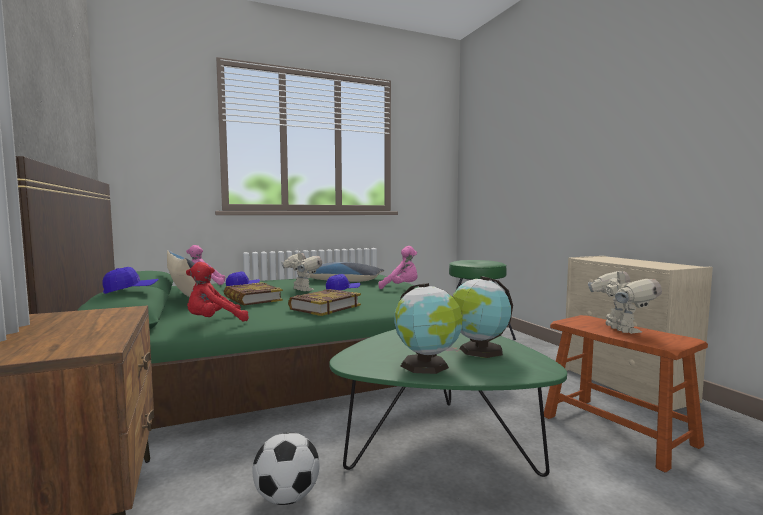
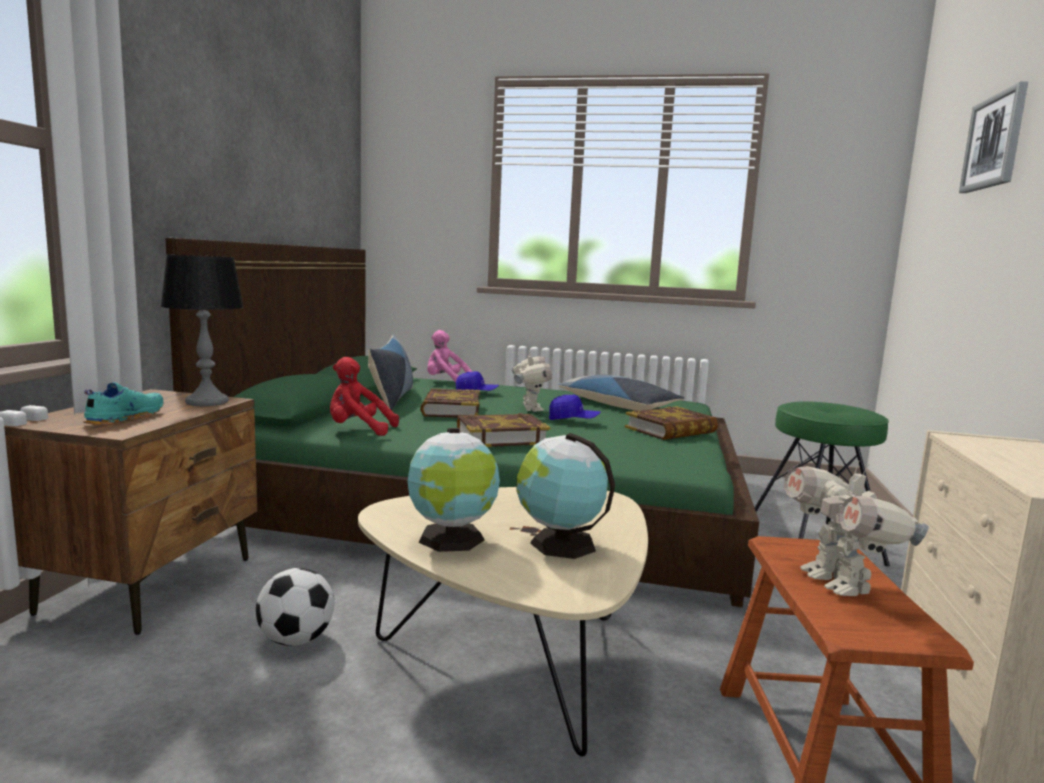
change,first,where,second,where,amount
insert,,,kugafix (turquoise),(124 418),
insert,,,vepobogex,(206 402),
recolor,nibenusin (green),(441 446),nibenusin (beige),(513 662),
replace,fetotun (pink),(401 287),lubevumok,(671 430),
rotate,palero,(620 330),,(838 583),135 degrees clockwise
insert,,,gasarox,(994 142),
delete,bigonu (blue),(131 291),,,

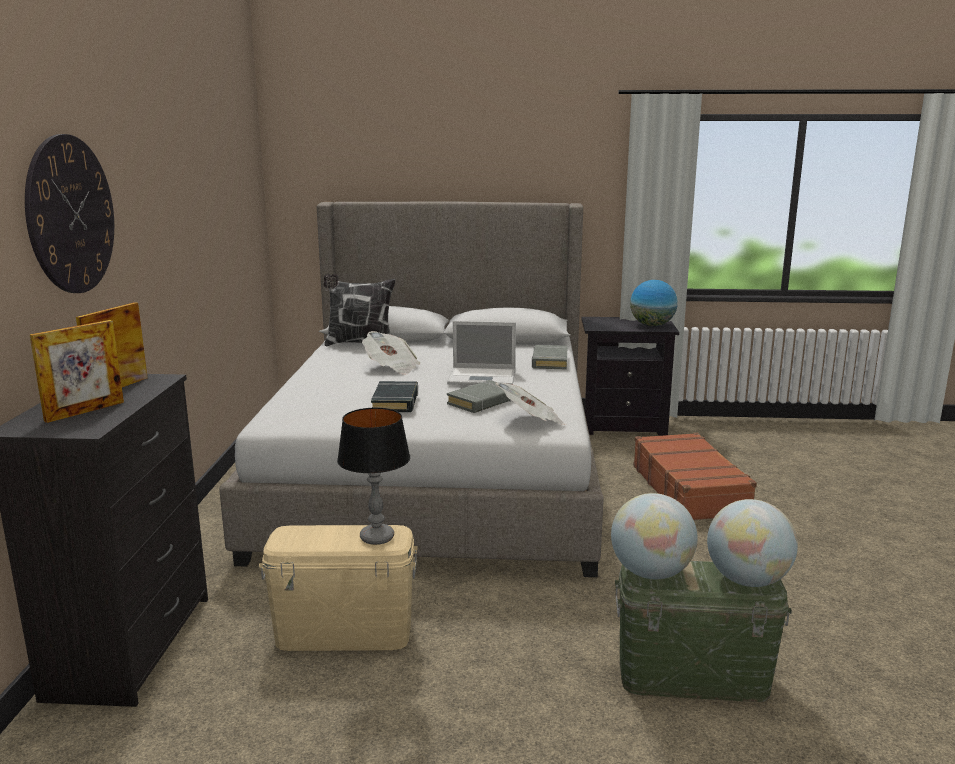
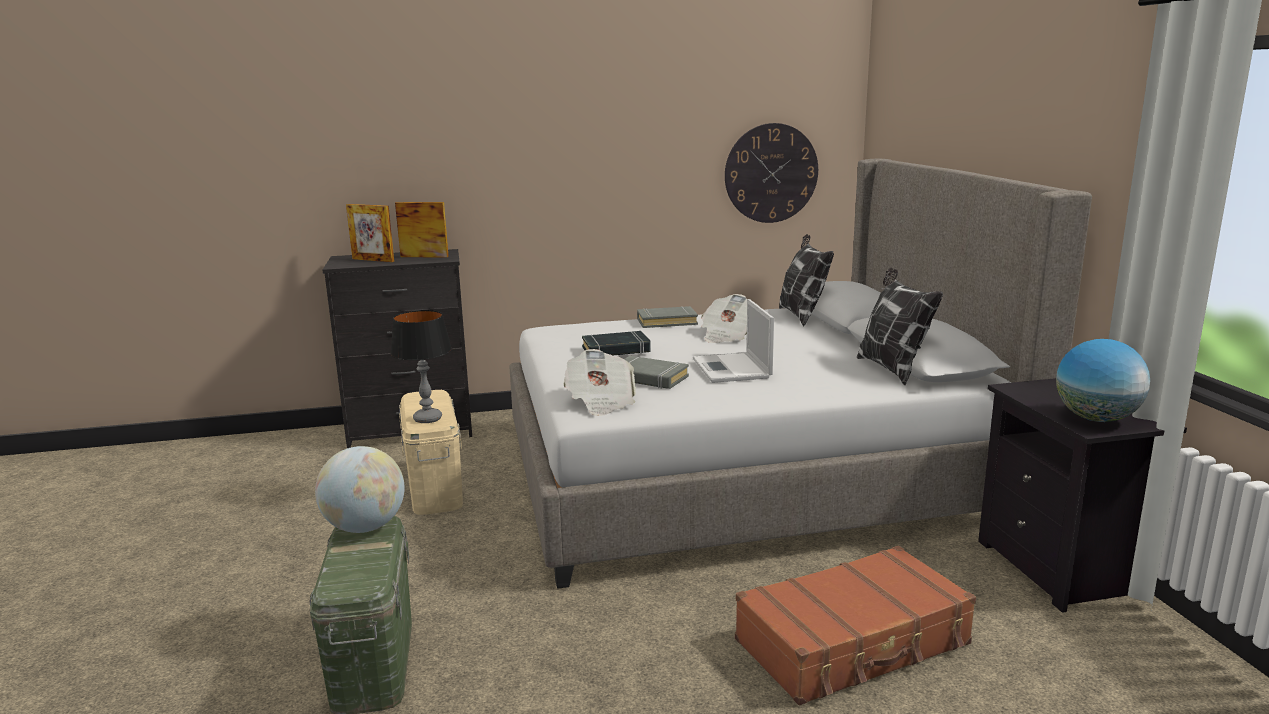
change,first,where,second,where,amount
move,lubevumok (grey),(549 361),,(667 322),
move,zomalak,(71 215),,(771 173),
insert,,,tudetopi,(892 369),
delete,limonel,(747 580),,,

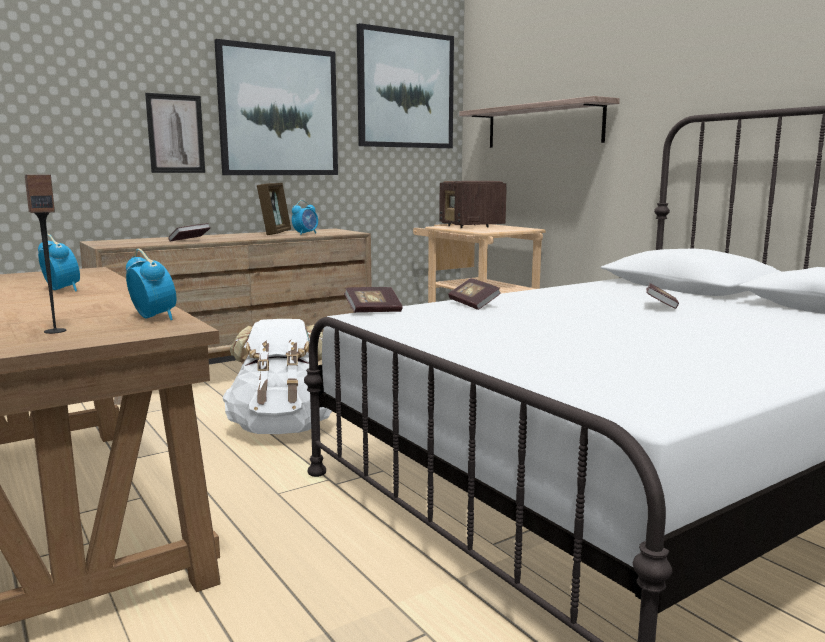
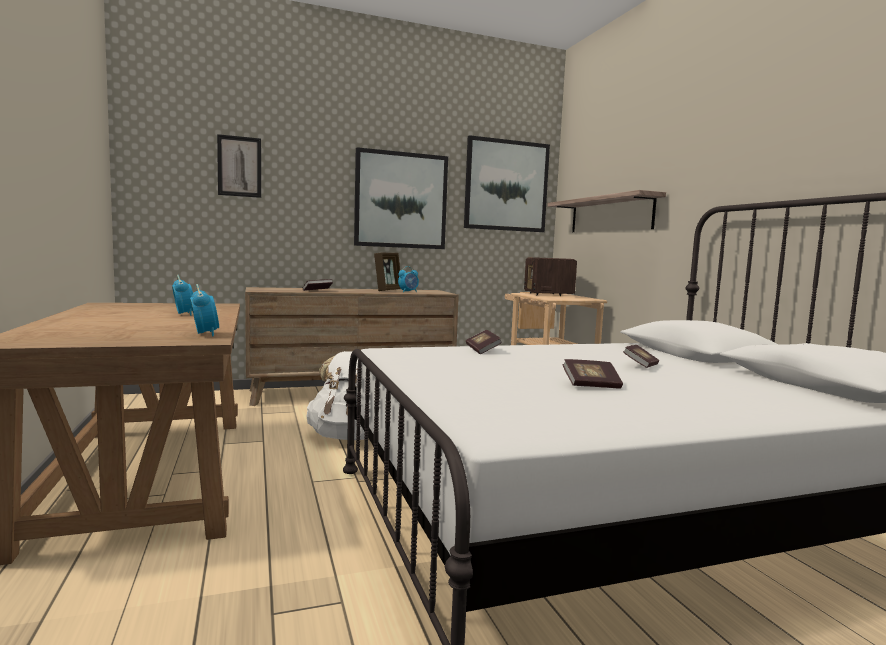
change,first,where,second,where,amount
move,gasarox,(175 134),,(239 166),
move,lubevumok,(373 311),,(591 385),
delete,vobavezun,(55 331),,,

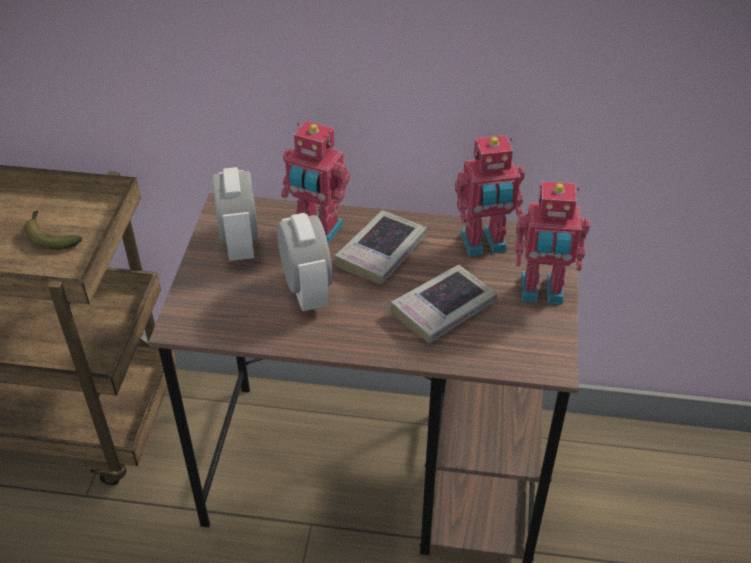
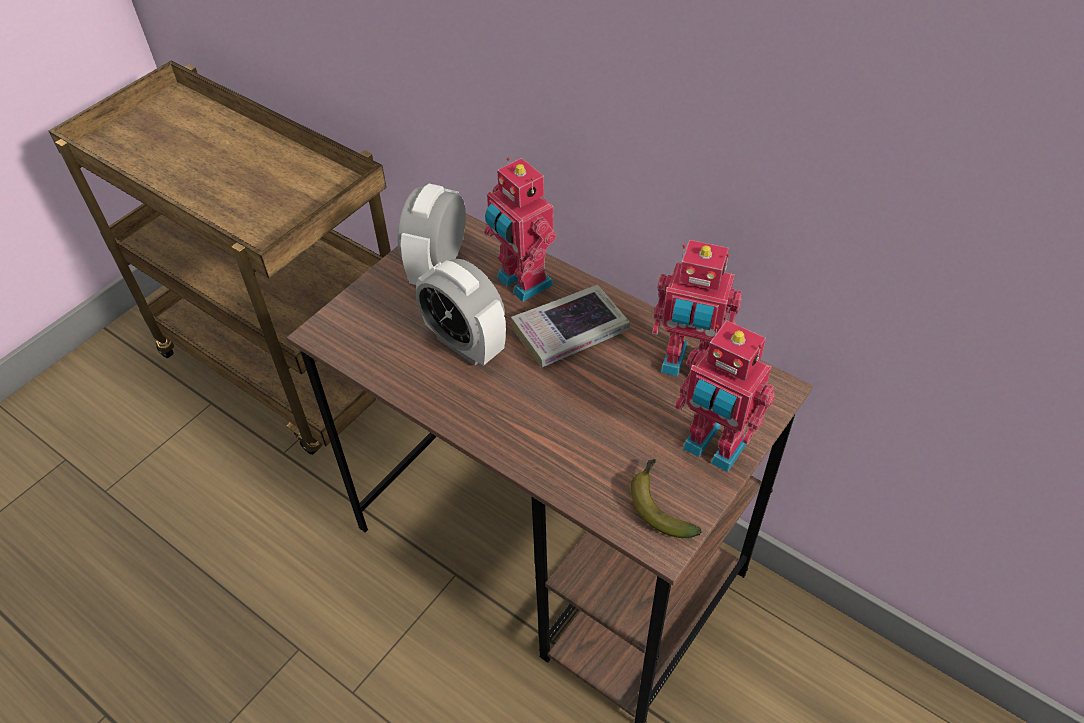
change,first,where,second,where,amount
rotate,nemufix,(306 291),,(465 344),120 degrees clockwise
move,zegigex,(50 236),,(659 504),
delete,lubevumok,(443 309),,,

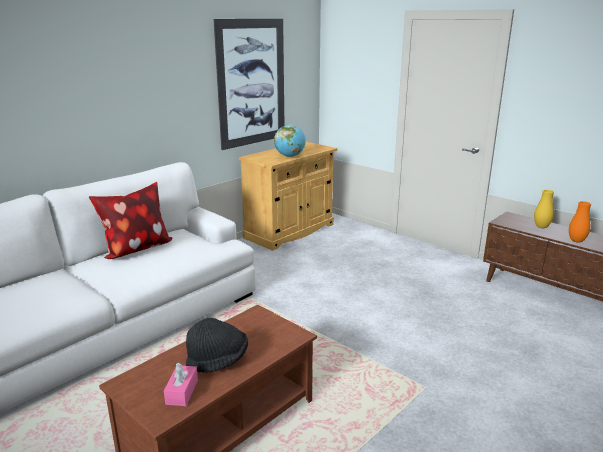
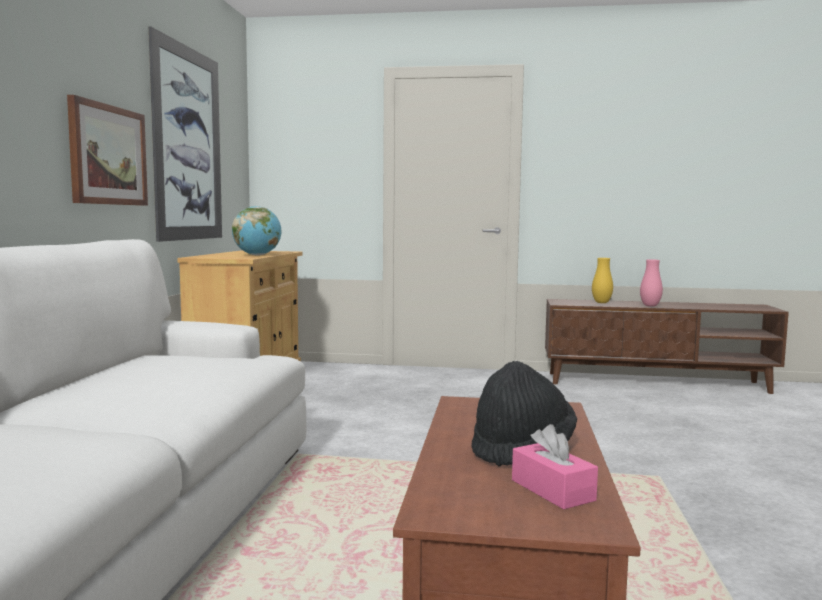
change,first,where,second,where,amount
insert,,,gasarox,(108 155),
recolor,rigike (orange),(576 241),rigike (pink),(650 306),
delete,tudetopi,(136 249),,,

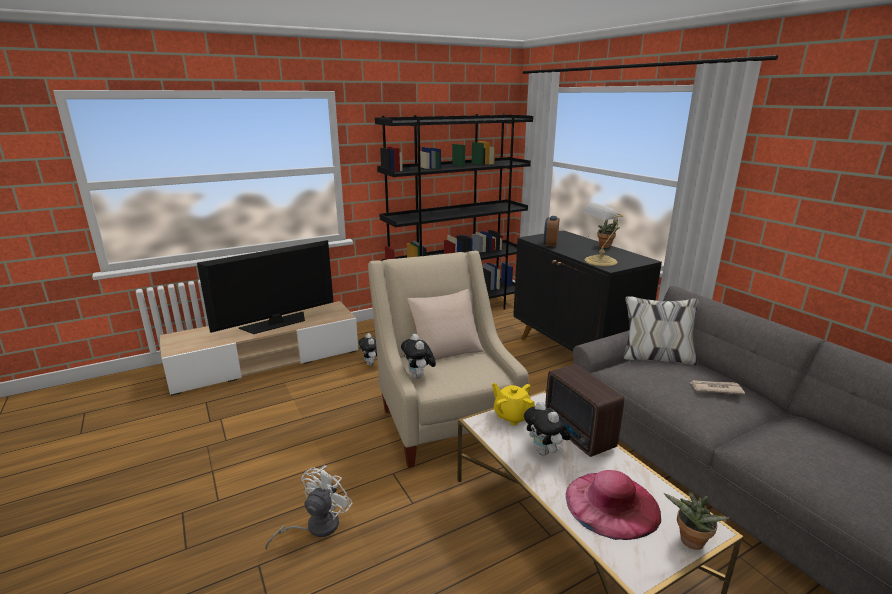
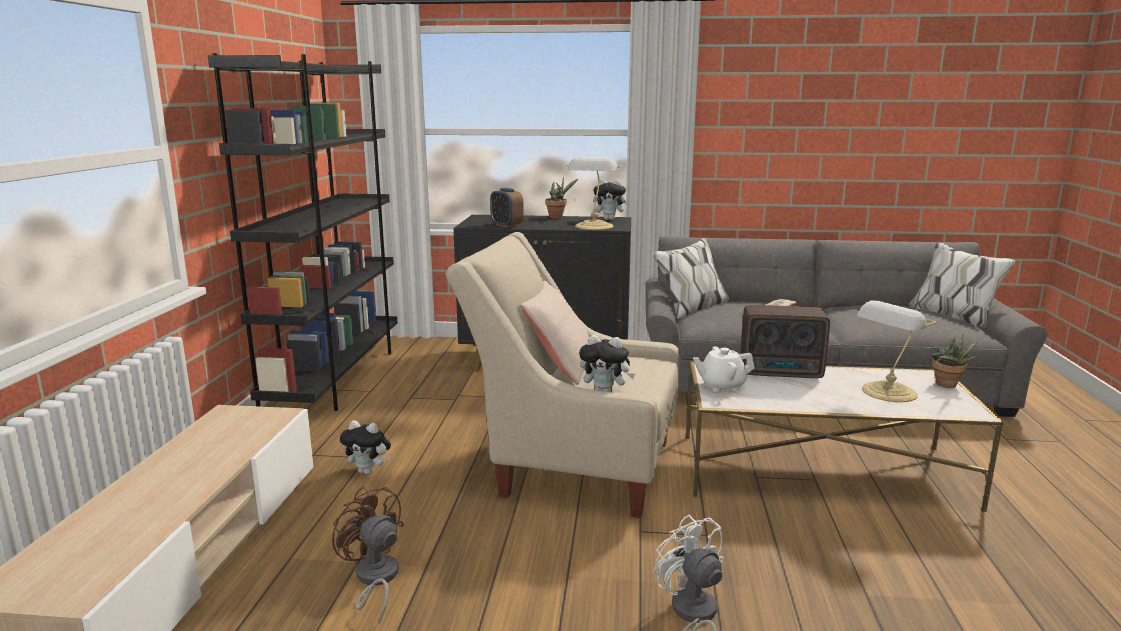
change,first,where,second,where,amount
insert,,,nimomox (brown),(374 580),
move,fetotun,(545 452),,(610 219),
recolor,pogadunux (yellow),(512 416),pogadunux (white),(722 386),
replace,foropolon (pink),(612 503),vepobogex,(887 392),
delete,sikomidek,(276 323),,,

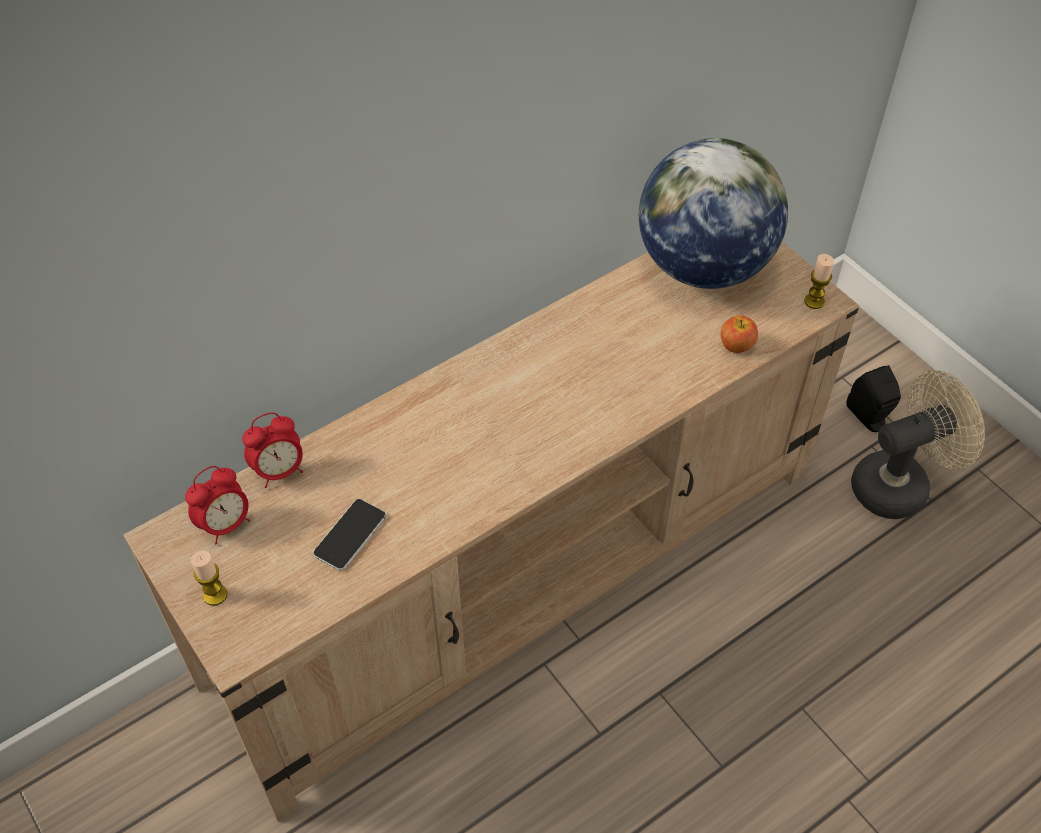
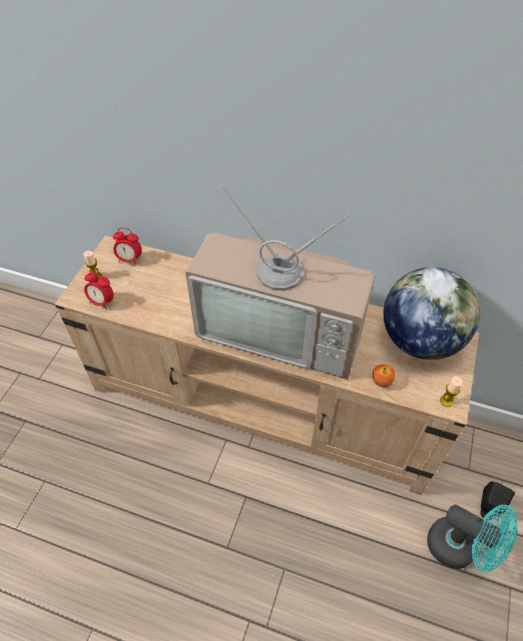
change,first,where,second,where,amount
move,nemufix,(279 471),,(102 302),
insert,,,sikomidek,(282 328),
recolor,nimomox (beige),(900 484),nimomox (turquoise),(459 548),
delete,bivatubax,(350 535),,,

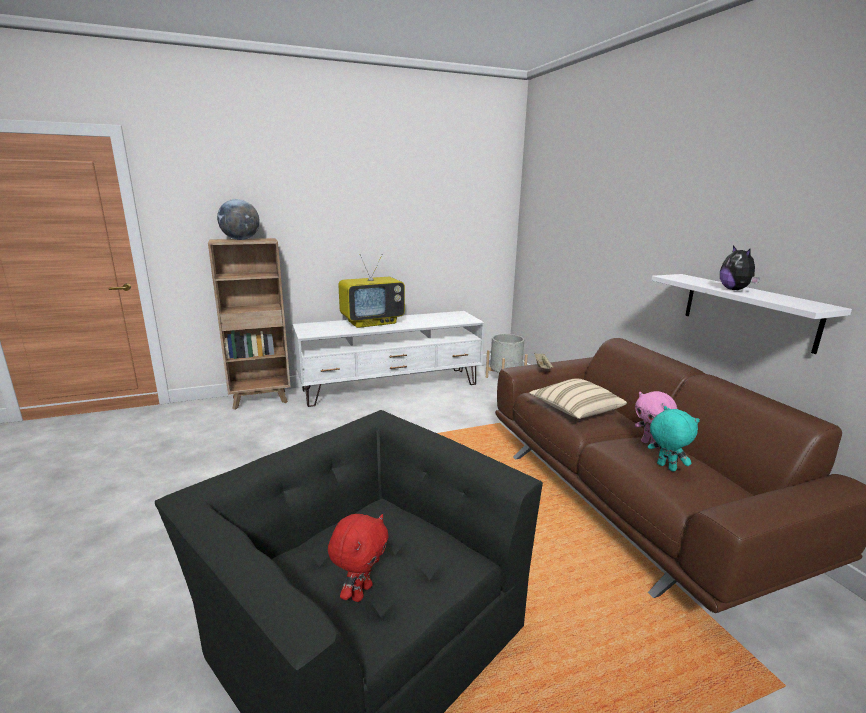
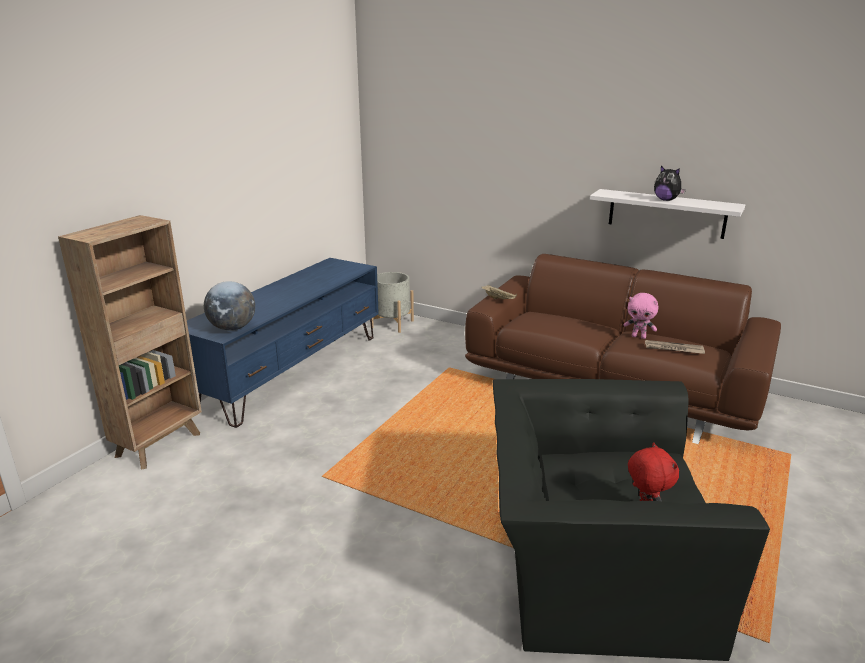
change,first,where,second,where,amount
recolor,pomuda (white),(391 387),pomuda (blue),(293 370),
move,limonel,(241 239),,(232 328),
replace,fetotun (turquoise),(665 467),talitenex,(673 349),
delete,sikomidek,(372 322),,,
delete,tudetopi (beige),(575 411),,,

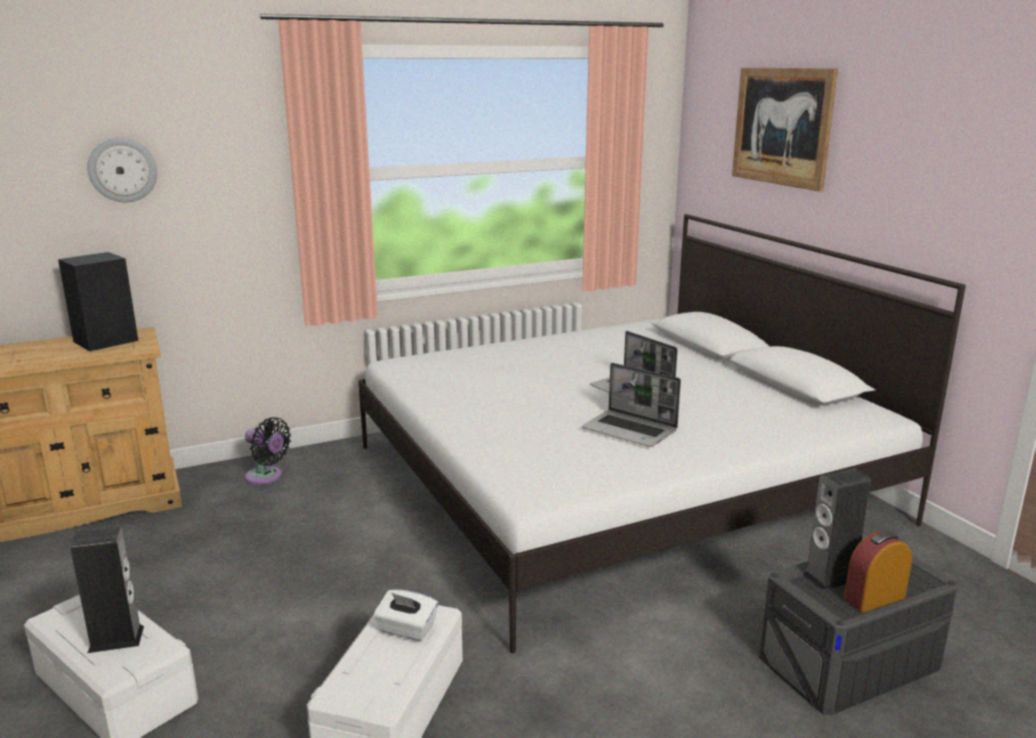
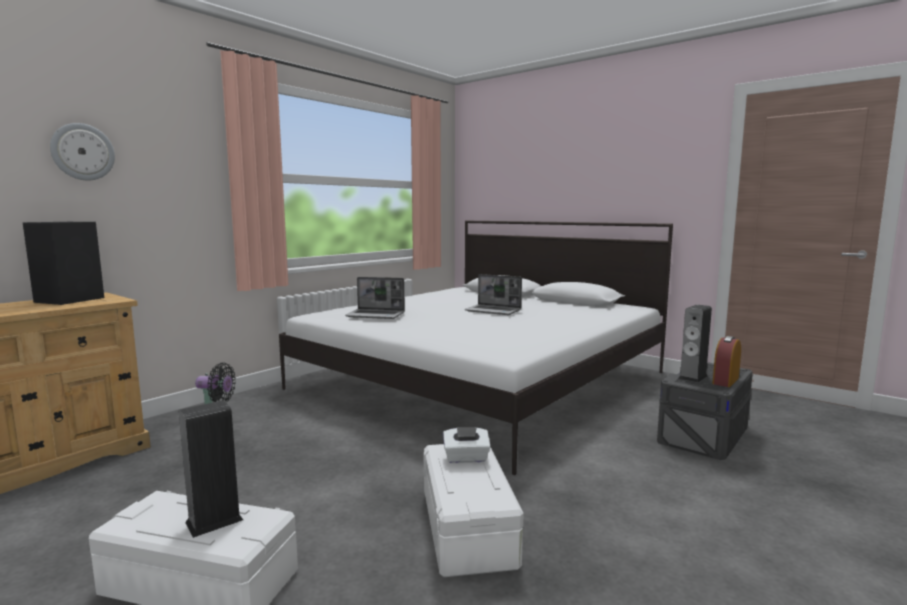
change,first,where,second,where,amount
move,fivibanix,(631 430),,(376 315),
delete,gasarox,(782 126),,,

